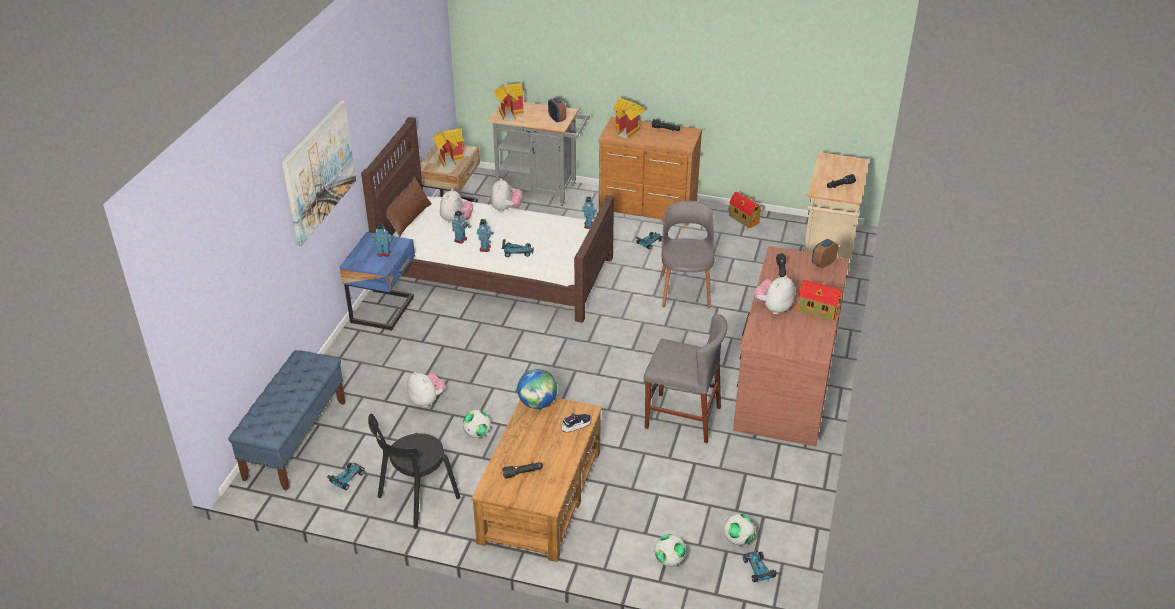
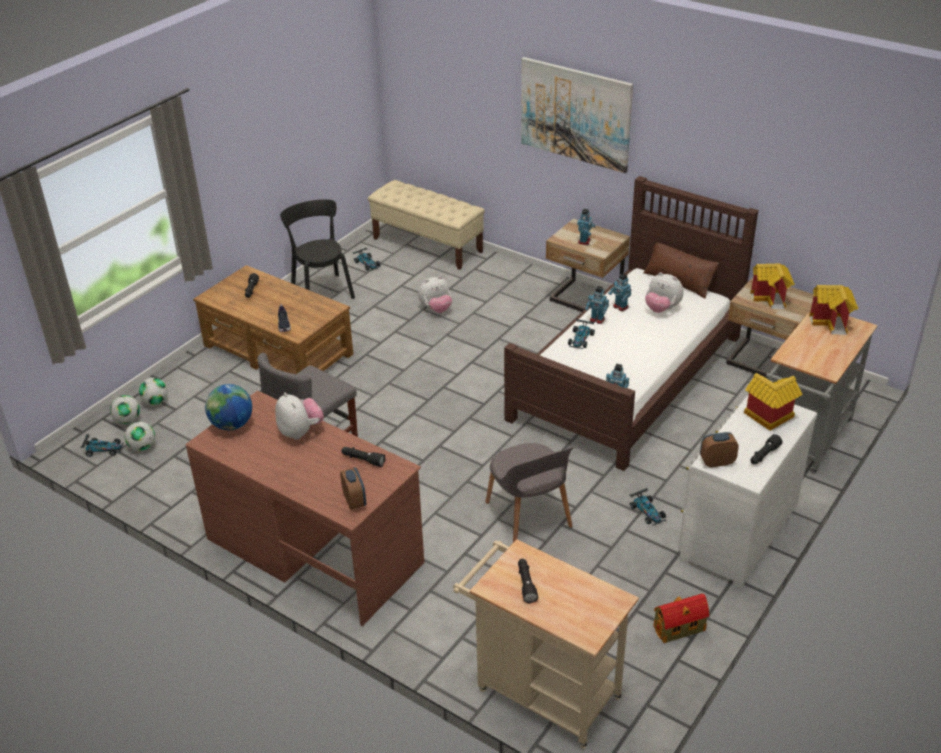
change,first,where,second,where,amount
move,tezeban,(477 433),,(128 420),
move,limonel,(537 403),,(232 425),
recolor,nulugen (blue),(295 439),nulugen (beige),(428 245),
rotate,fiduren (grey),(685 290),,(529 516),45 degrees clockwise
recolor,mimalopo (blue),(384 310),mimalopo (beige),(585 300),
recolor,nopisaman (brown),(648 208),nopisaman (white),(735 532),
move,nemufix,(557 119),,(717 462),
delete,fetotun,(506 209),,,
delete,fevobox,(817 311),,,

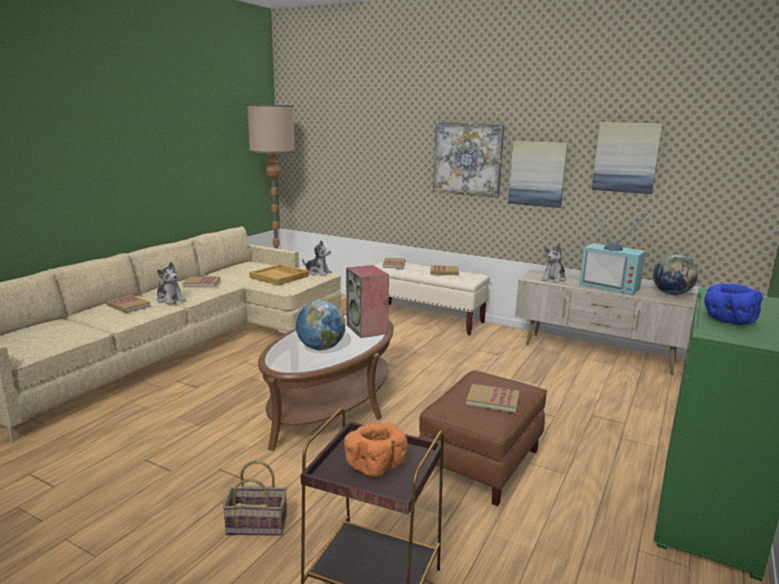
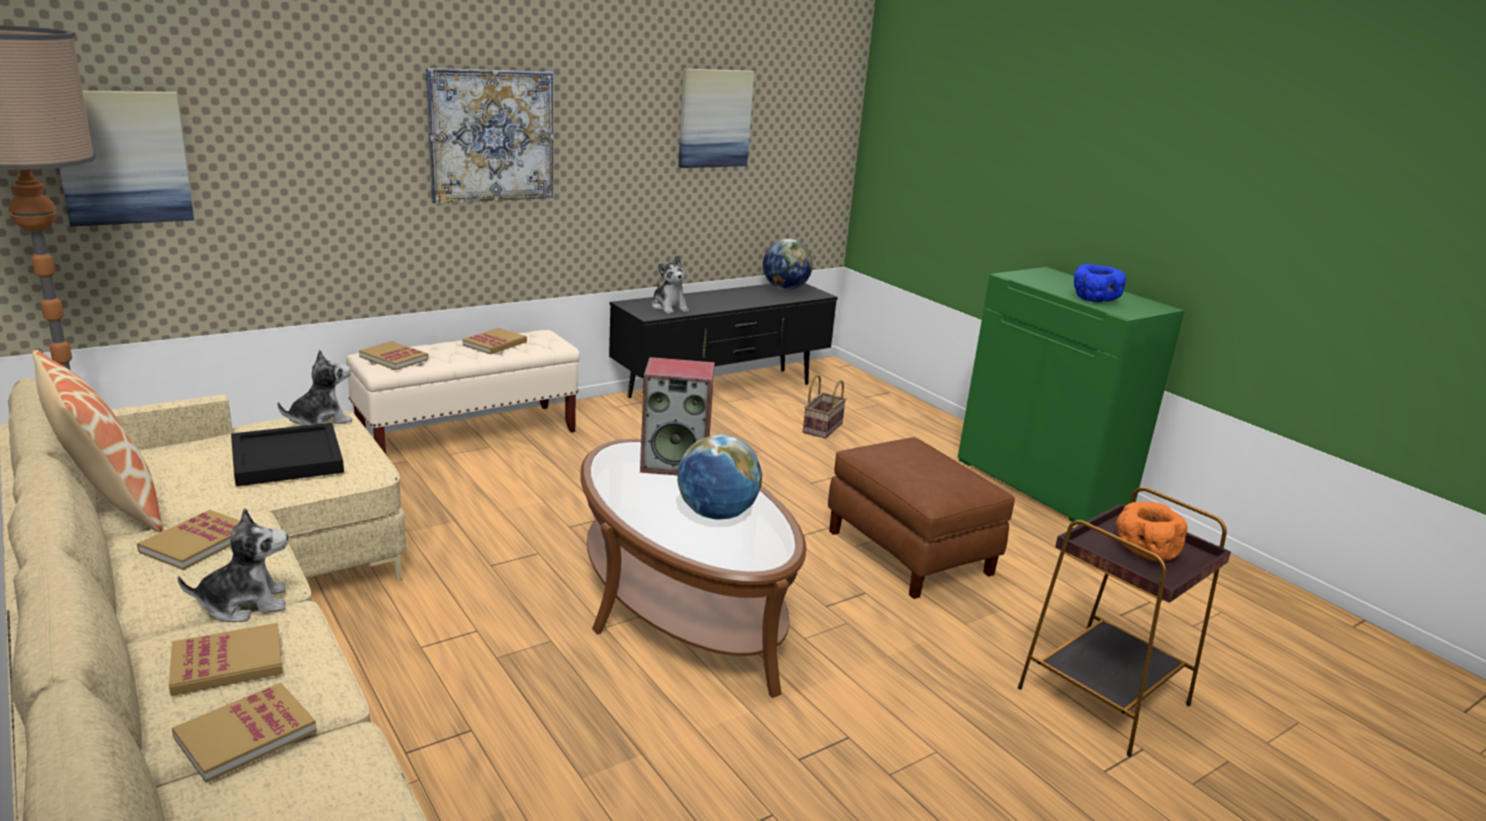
change,first,where,second,where,amount
insert,,,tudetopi,(109 505),
move,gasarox,(537 174),,(122 157),
move,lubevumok,(492 400),,(246 734),
recolor,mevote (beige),(279 277),mevote (black),(288 458),
recolor,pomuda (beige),(598 353),pomuda (black),(721 391),
move,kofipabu,(258 524),,(822 427),
delete,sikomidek,(611 286),,,

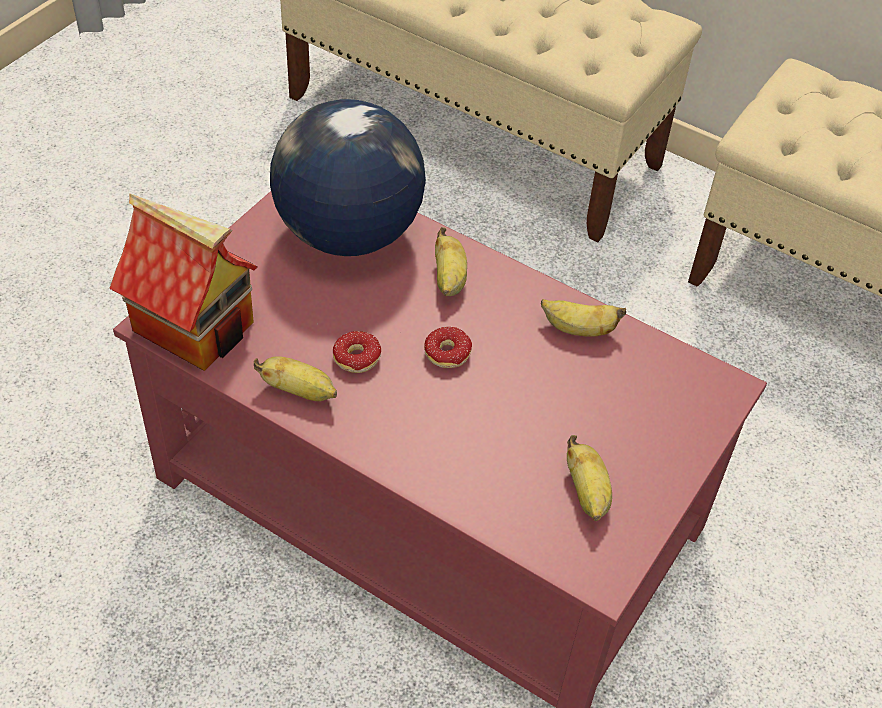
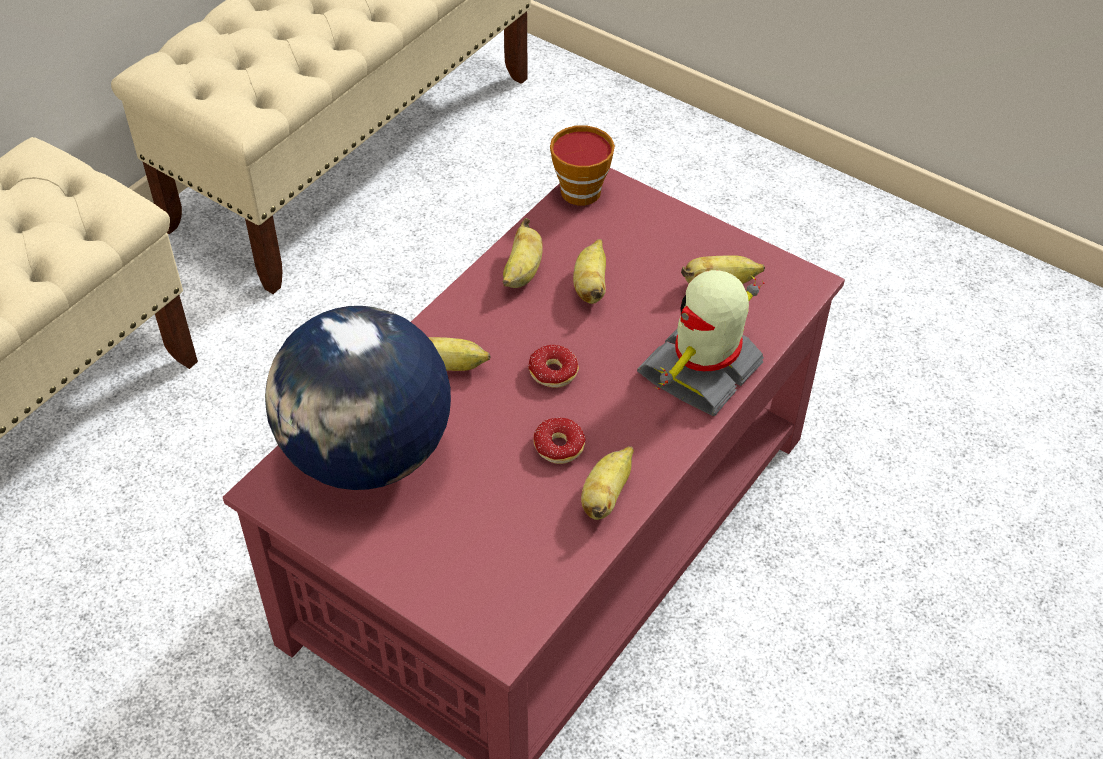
change,first,where,second,where,amount
insert,,,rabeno,(577 188),
insert,,,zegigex,(590 286),
insert,,,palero,(703 372),
delete,fevobox,(196 326),,,

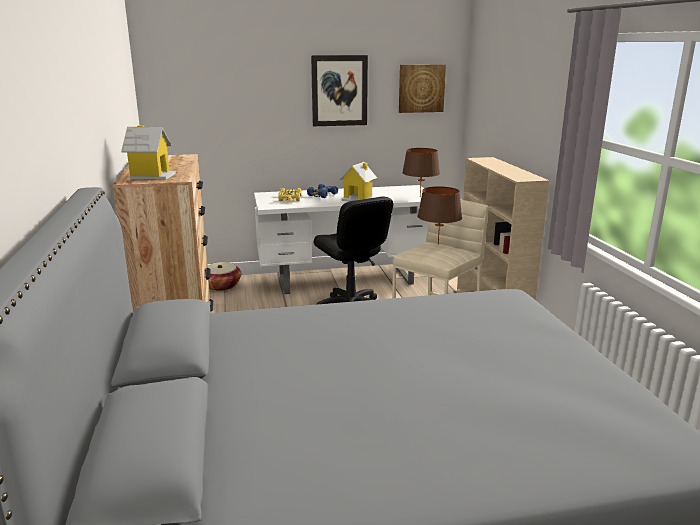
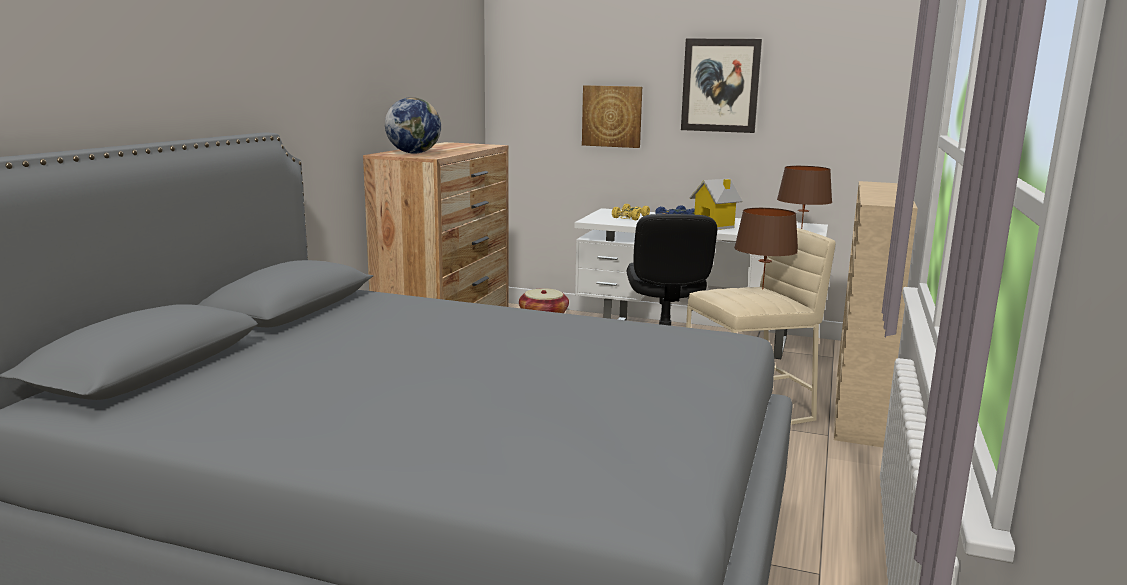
change,first,where,second,where,amount
replace,fevobox,(151 176),limonel,(413 153),
move,gasarox,(421 88),,(612 116),

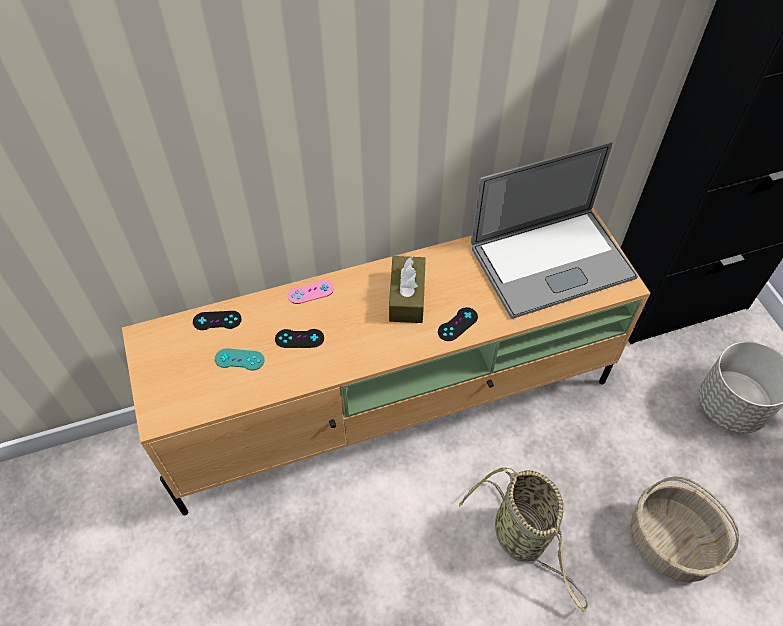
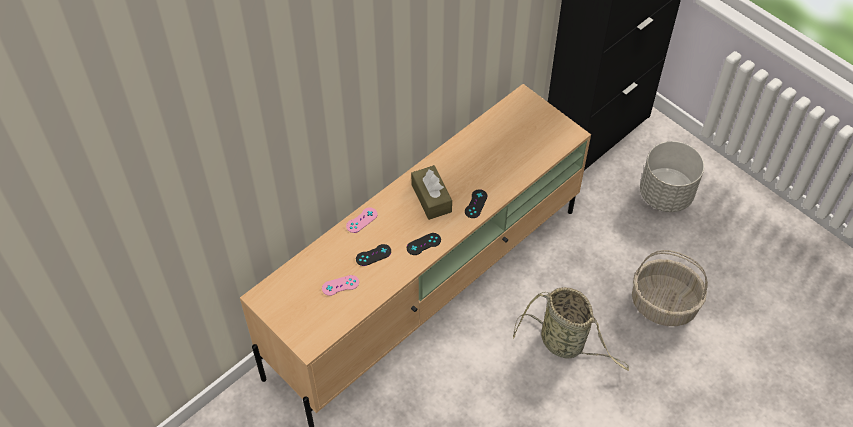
change,first,where,second,where,amount
recolor,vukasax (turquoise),(239 359),vukasax (pink),(340 285),
move,vukasax (black),(217 320),,(423 244),
delete,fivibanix,(551 262),,,

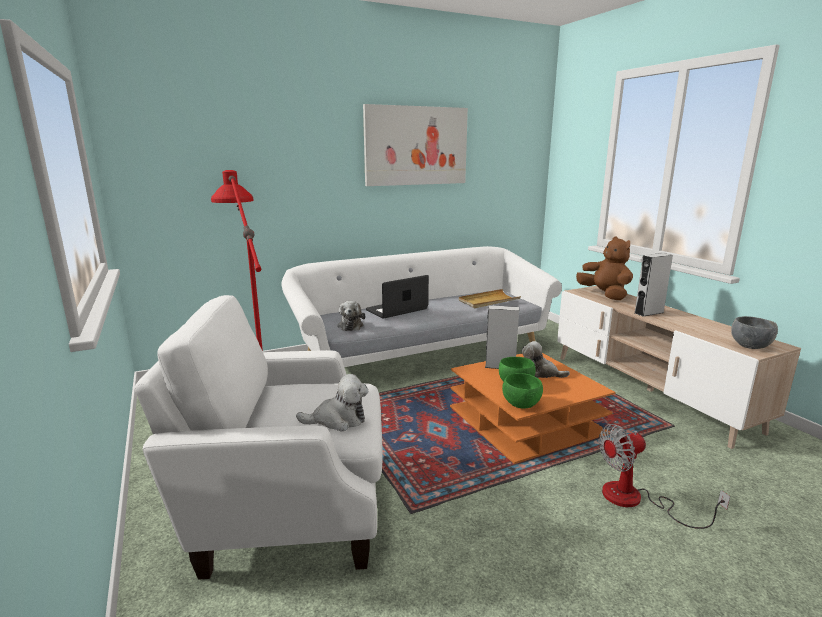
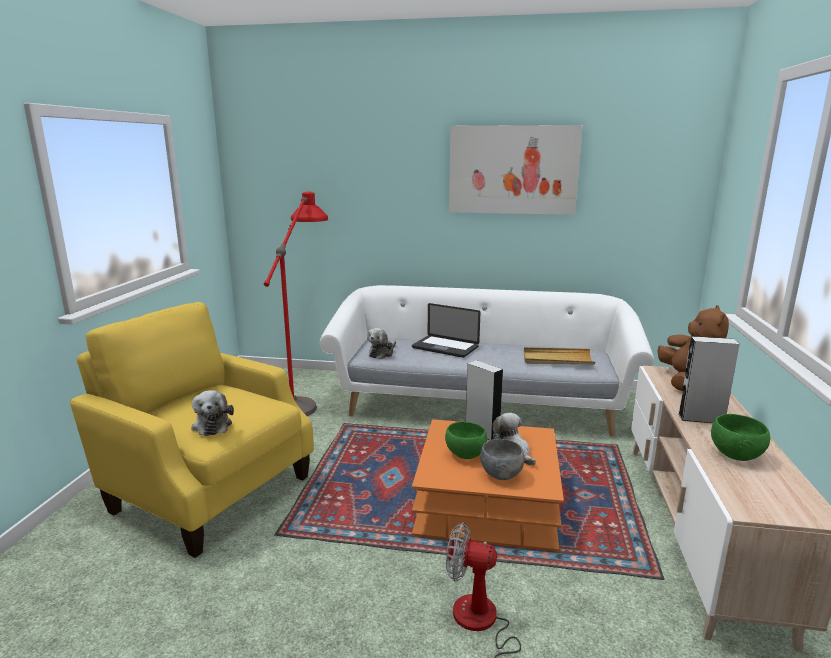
change,first,where,second,where,amount
recolor,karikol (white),(289 507),karikol (yellow),(208 491),
rotate,fetotun,(338 420),,(212 425),45 degrees clockwise
rotate,fivibanix,(397 310),,(445 347),150 degrees counterclockwise
move,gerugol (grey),(749 346),,(501 475),
move,gerugol (green),(520 404),,(735 455),

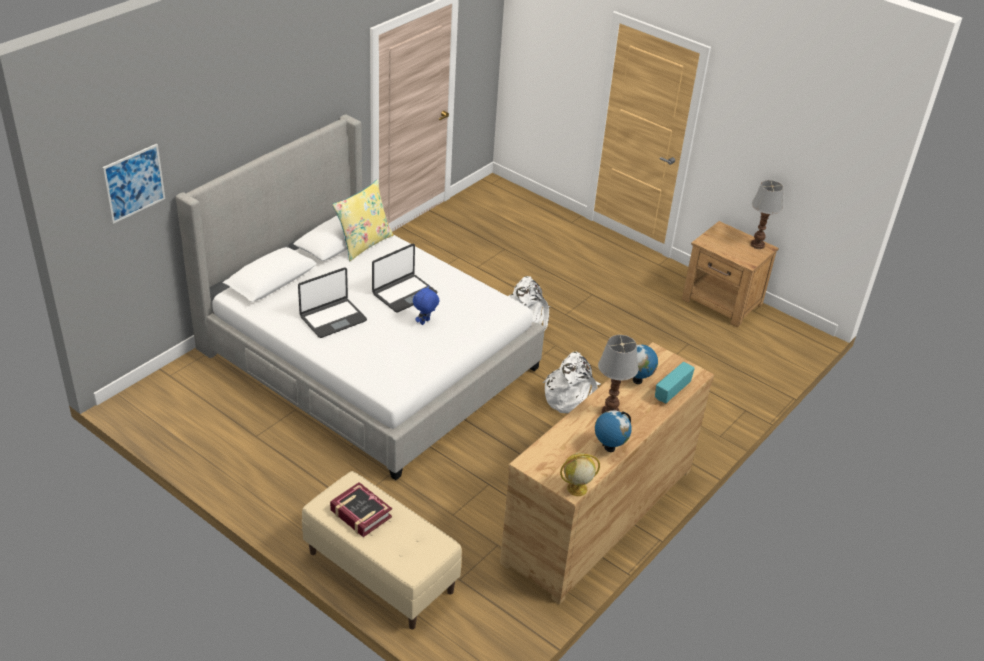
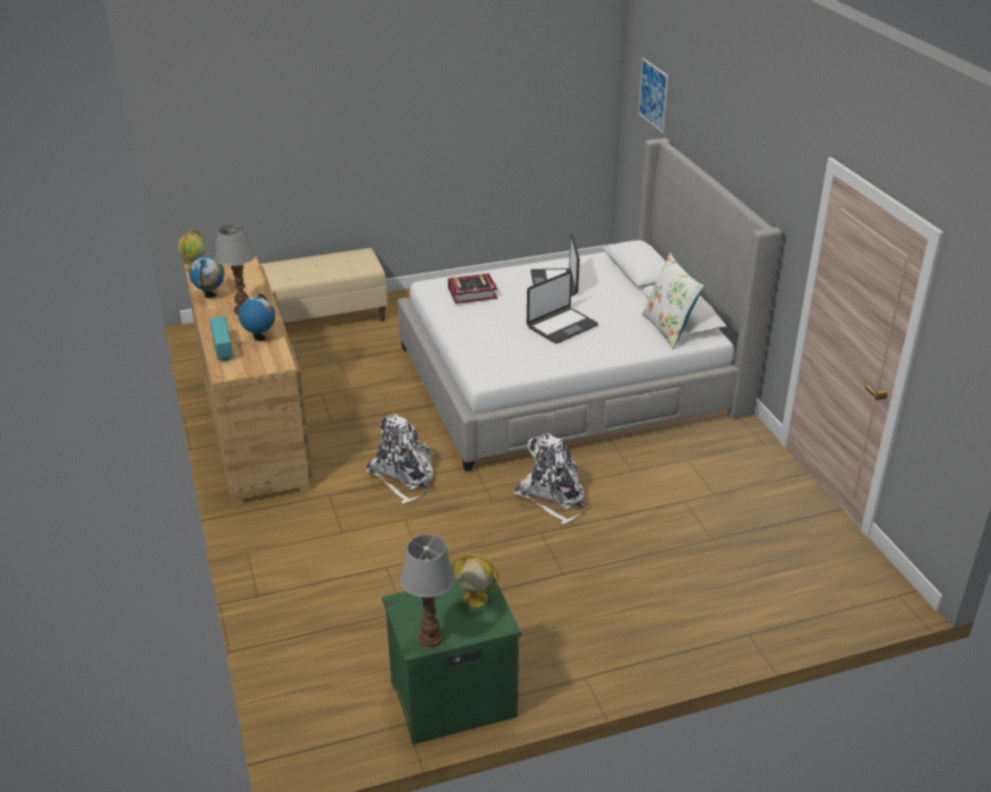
change,first,where,second,where,amount
recolor,mimalopo (brown),(722 302),mimalopo (green),(451 698),
move,lubevumok,(360 514),,(472 293),
insert,,,limonel,(474 598),
rotate,fivibanix,(404 293),,(561 326),120 degrees counterclockwise
recolor,tudetopi (yellow),(363 244),tudetopi (white),(669 329),
delete,fetotun (blue),(425 322),,,

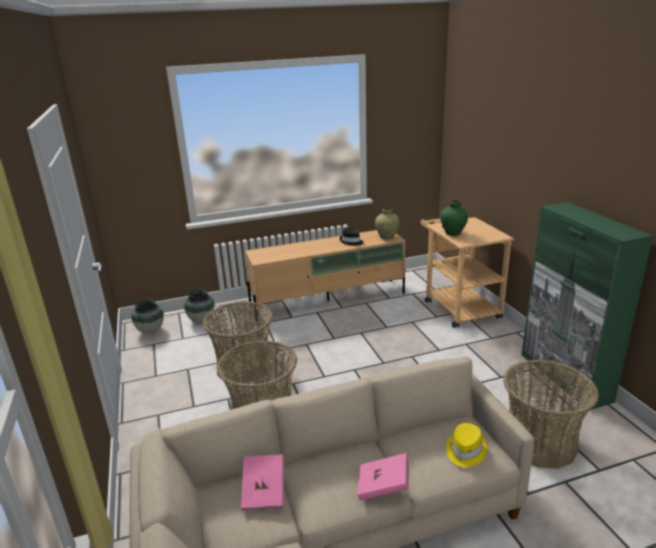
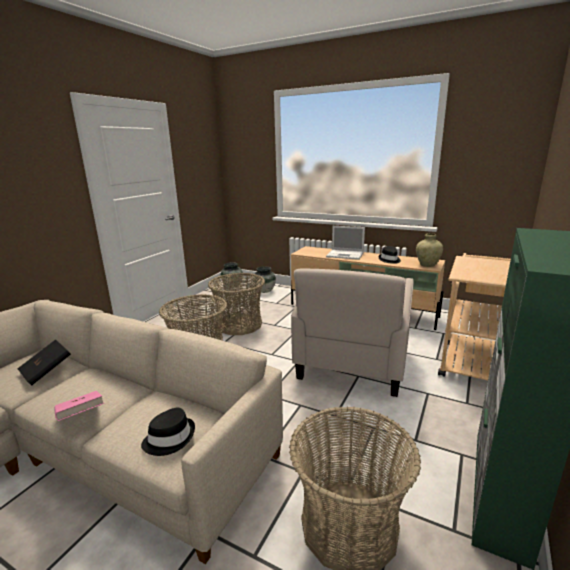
change,first,where,second,where,amount
recolor,lubevumok (pink),(264 492),lubevumok (black),(47 371),
recolor,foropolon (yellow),(465 450),foropolon (black),(169 438),
insert,,,karikol (beige),(352 364),
insert,,,fivibanix,(346 255),
delete,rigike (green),(452 233),,,

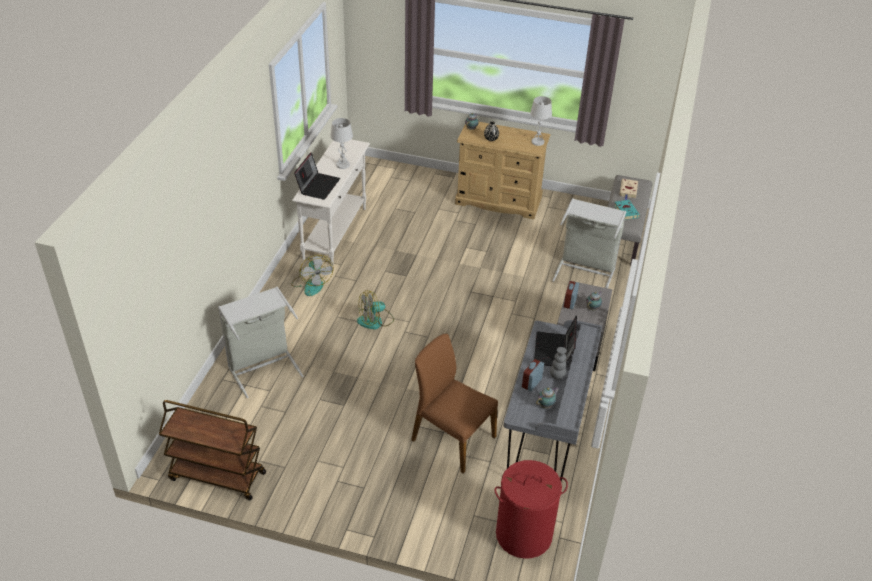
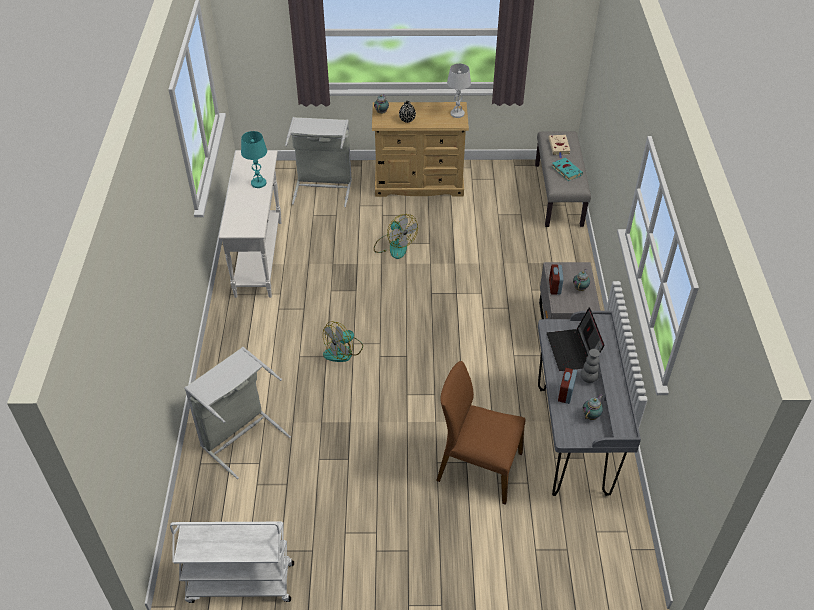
change,first,where,second,where,amount
recolor,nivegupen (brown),(216 476),nivegupen (white),(239 583),
recolor,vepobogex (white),(342 165),vepobogex (turquoise),(258 183),
move,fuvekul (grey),(585 271),,(323 187),
move,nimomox,(312 284),,(394 246),
delete,fivibanix,(318 186),,,
delete,fuvekul (red),(523 535),,,

